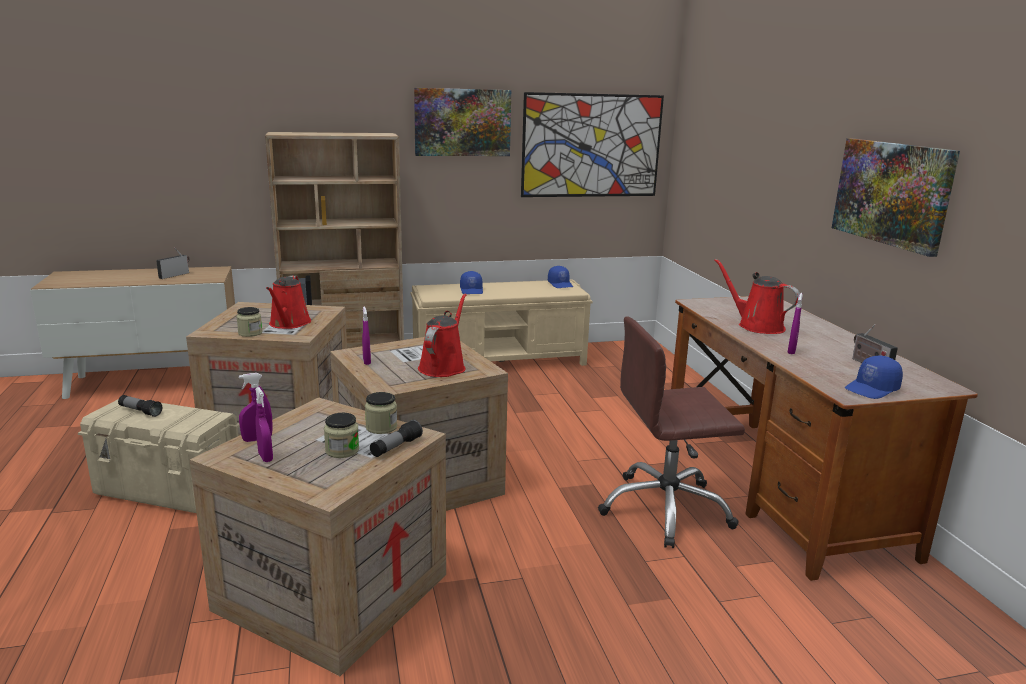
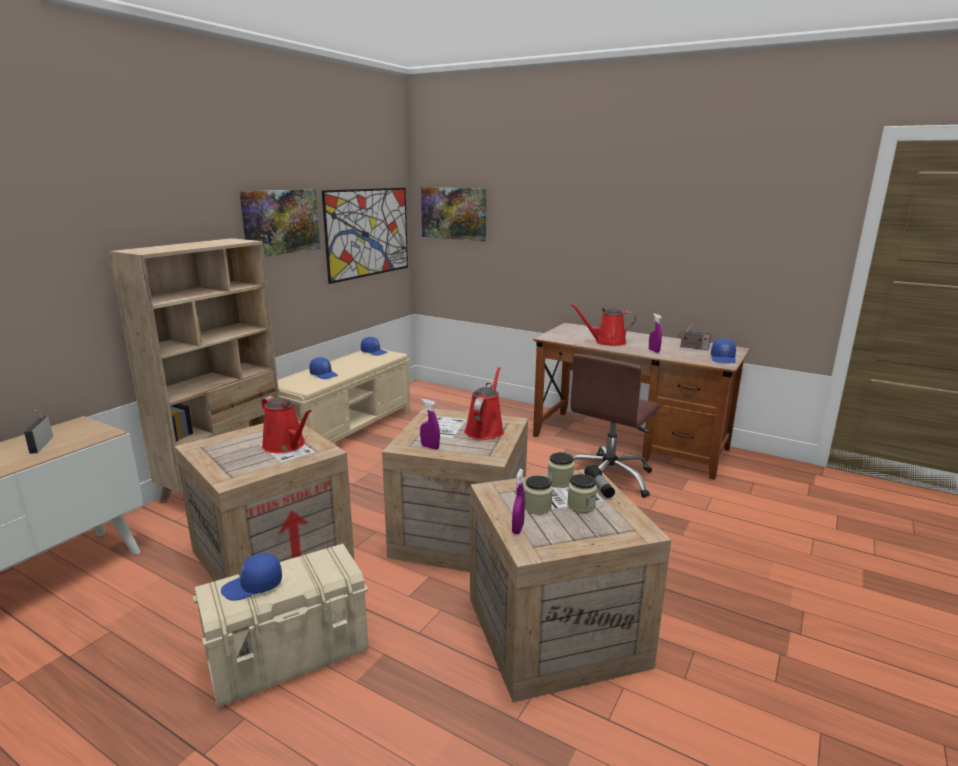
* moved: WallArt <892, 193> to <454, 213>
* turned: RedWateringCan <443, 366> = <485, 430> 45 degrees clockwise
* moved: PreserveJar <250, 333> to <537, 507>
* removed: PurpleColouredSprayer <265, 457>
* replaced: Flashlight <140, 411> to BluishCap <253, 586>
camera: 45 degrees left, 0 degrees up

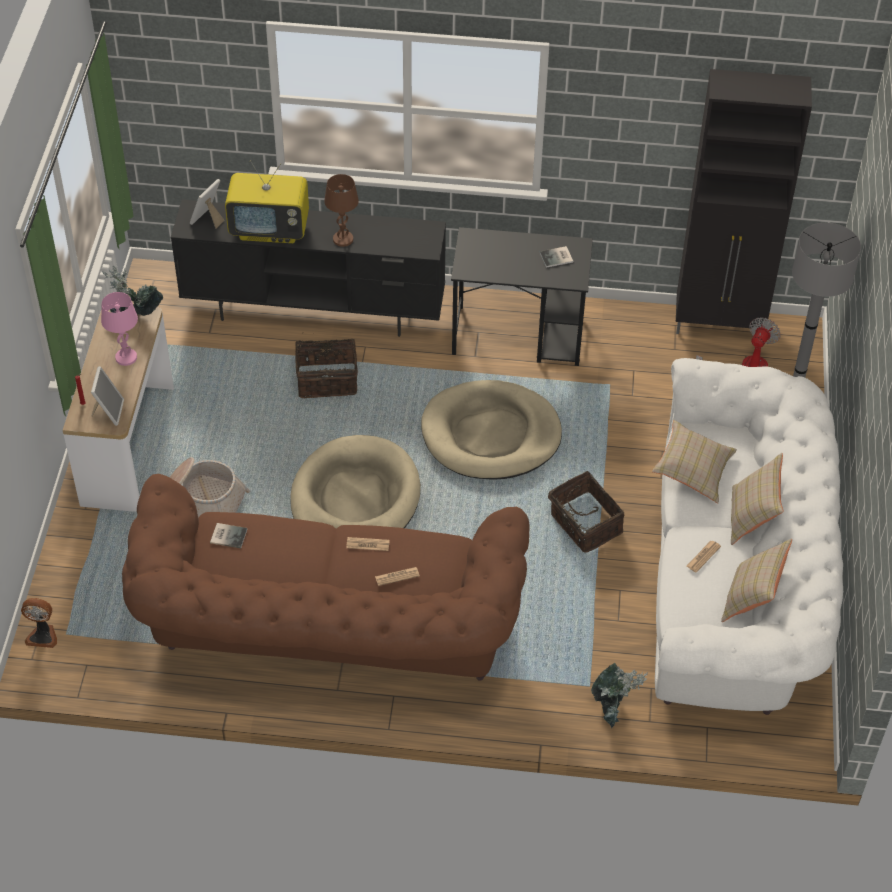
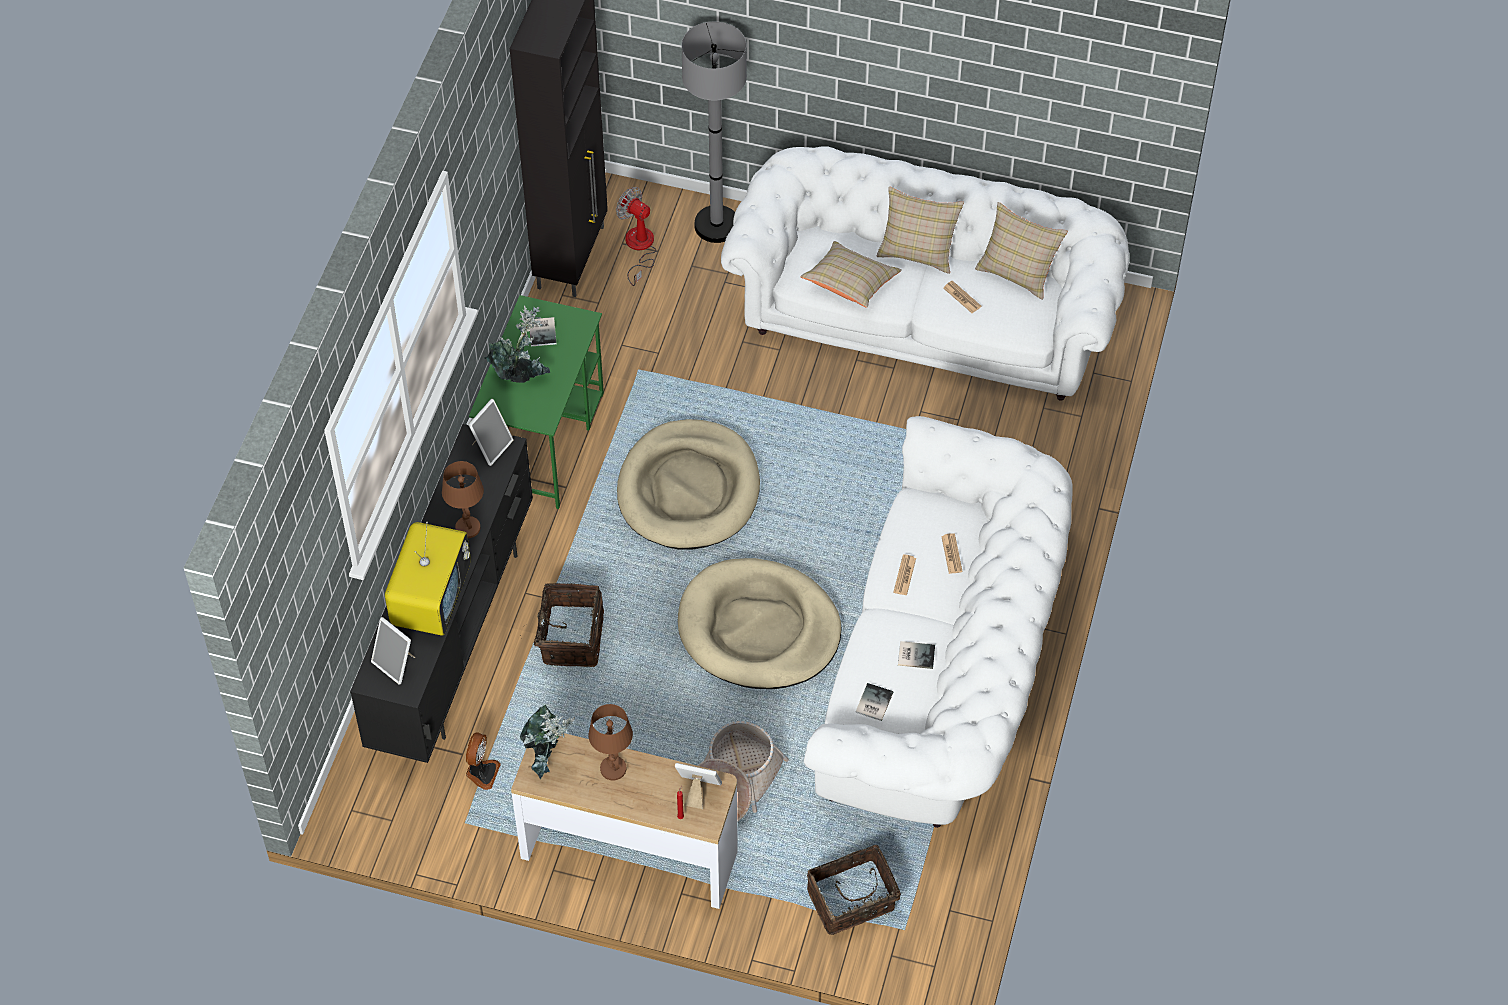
* recoloured: BlackDeskTable <519, 336> to GreenishDeskTable <544, 440>
* recoloured: PinkColouredLampForATable <126, 358> to BrownColouredLampForATable <613, 769>
* moved: StorageBasket <584, 525> to <852, 902>
* recoloured: BrownColouredCouch <328, 636> to WhiteColouredCouch <942, 675>
* moved: Fan <43, 635> to <482, 773>
* moved: Houseplant <612, 709> to <521, 374>
* added: PhotoFrame <491, 446>
* added: BoundBook <915, 654>
camera: 80 degrees left, 5 degrees up

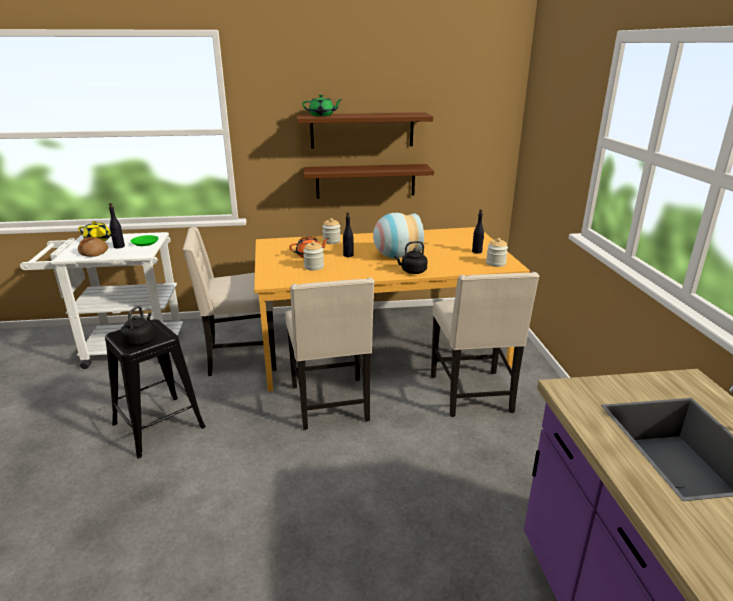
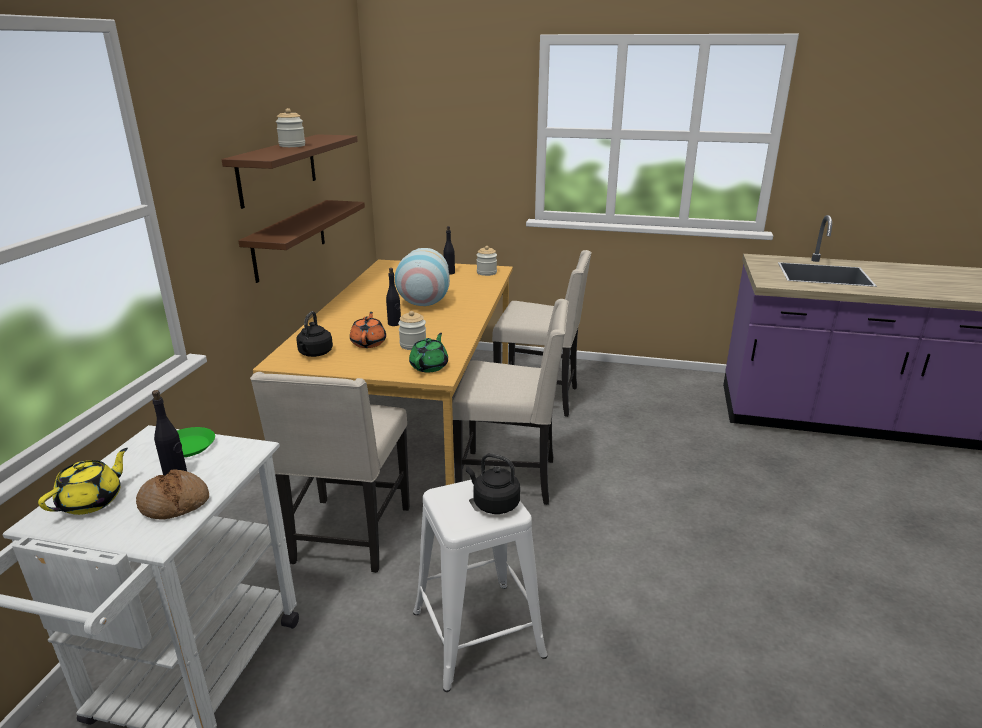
* moved: GreenishPotForTea <322, 115> to <429, 366>
* moved: PreserveJar <331, 241> to <292, 146>
* moved: BlackWaterKettle <412, 271> to <315, 353>
* recoloured: BlackStool <159, 425> to WhiteColouredStool <477, 633>
camera: 70 degrees left, 0 degrees up

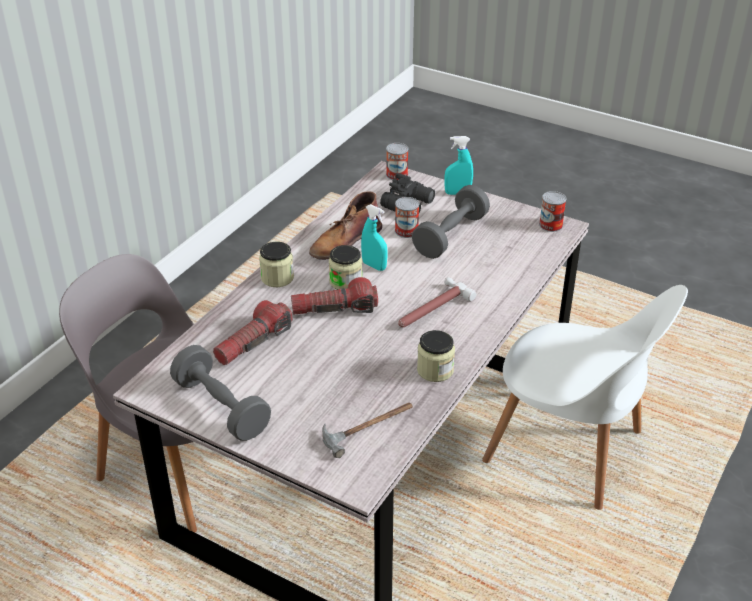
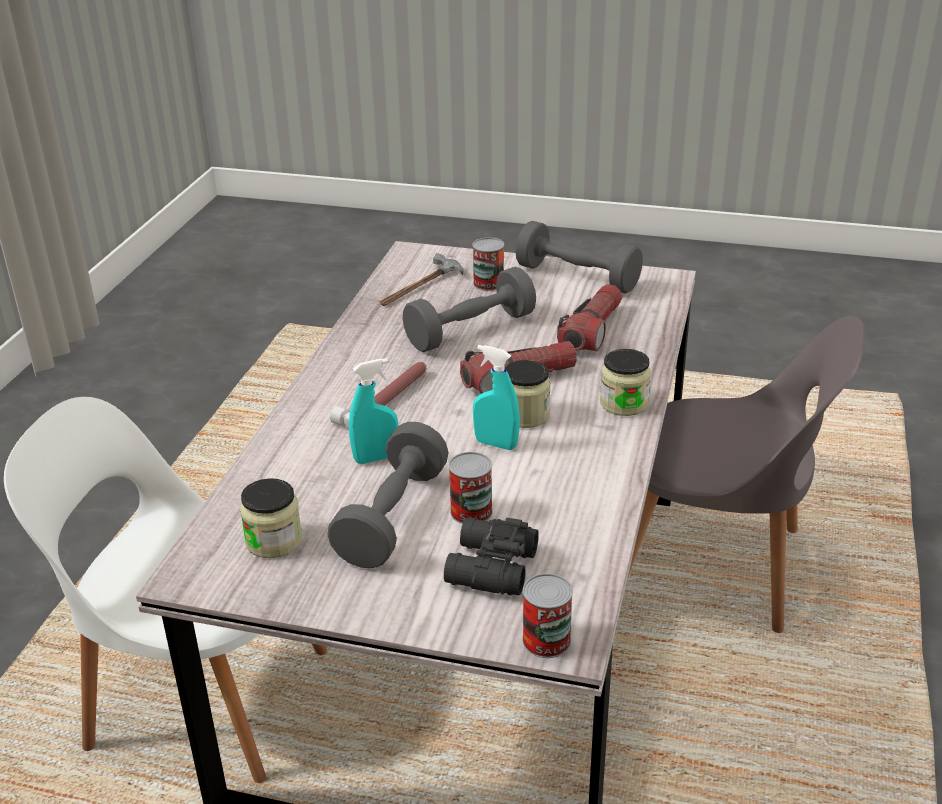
* moved: TurquoiseSprayer <457, 193> to <376, 458>
* removed: BrownColouredTallBoot <344, 241>
* moved: Can <550, 225> to <488, 283>
* moved: PreserveJar <435, 370> to <274, 541>
* added: GrayFreeWeight <470, 330>
camera: 165 degrees right, 5 degrees down

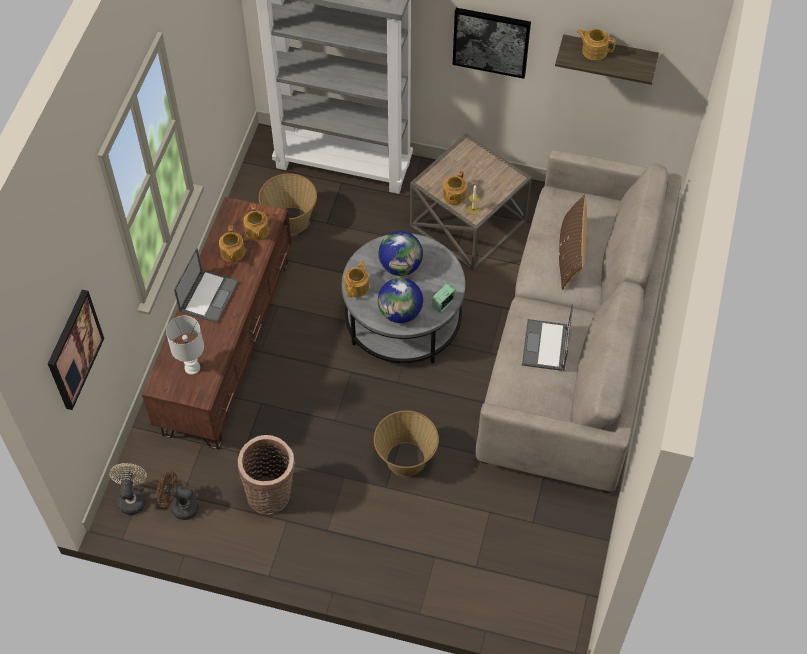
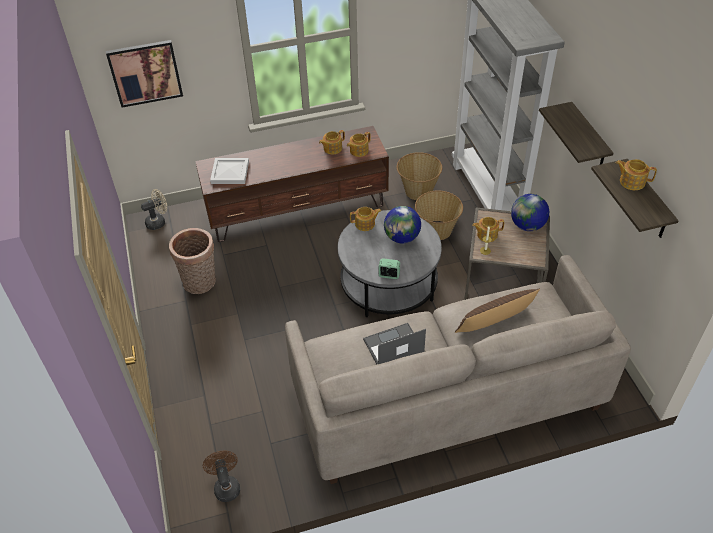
* replaced: WallArt <491, 41> to BracketShelf <589, 139>
* turned: PotForTea <594, 50> = <631, 181> 60 degrees counterclockwise
* removed: NotebookComputer <209, 295>
* moved: Globe <400, 313> to <527, 226>
* replaced: WhiteColouredLampForATable <191, 368> to WhiteColouredTray <229, 172>
* moved: StorageBasket <406, 460> to <437, 230>
* moved: BrownColouredFan <180, 506> to <226, 486>
camera: 60 degrees right, 10 degrees down

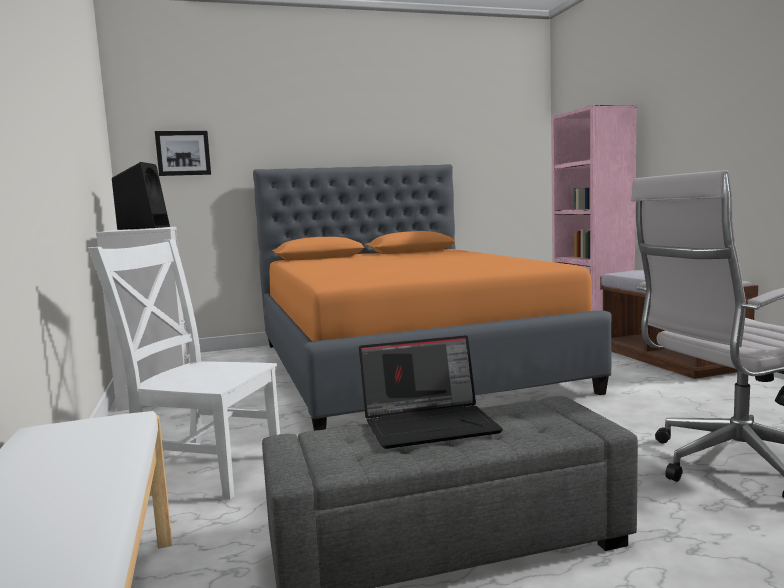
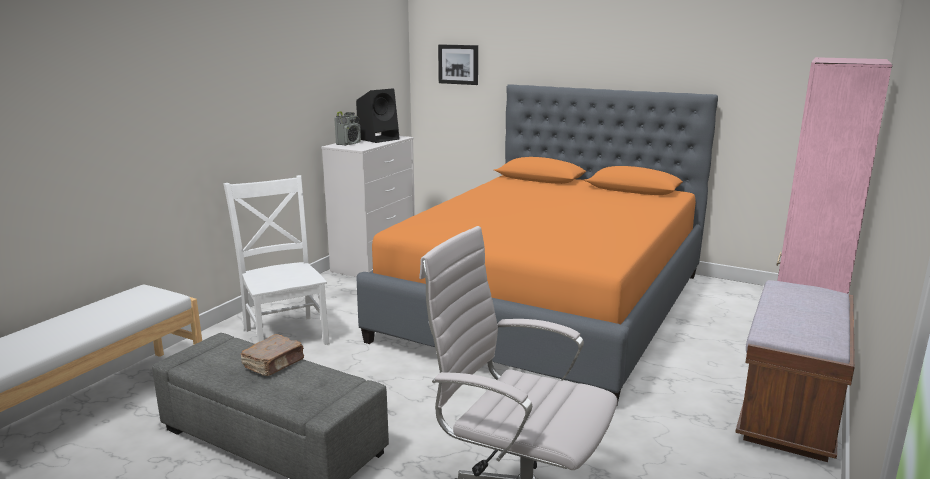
* replaced: NotebookComputer <431, 424> to BrownColouredBoundBook <274, 364>
* added: RadioReceiver <349, 143>
camera: 45 degrees right, 10 degrees up

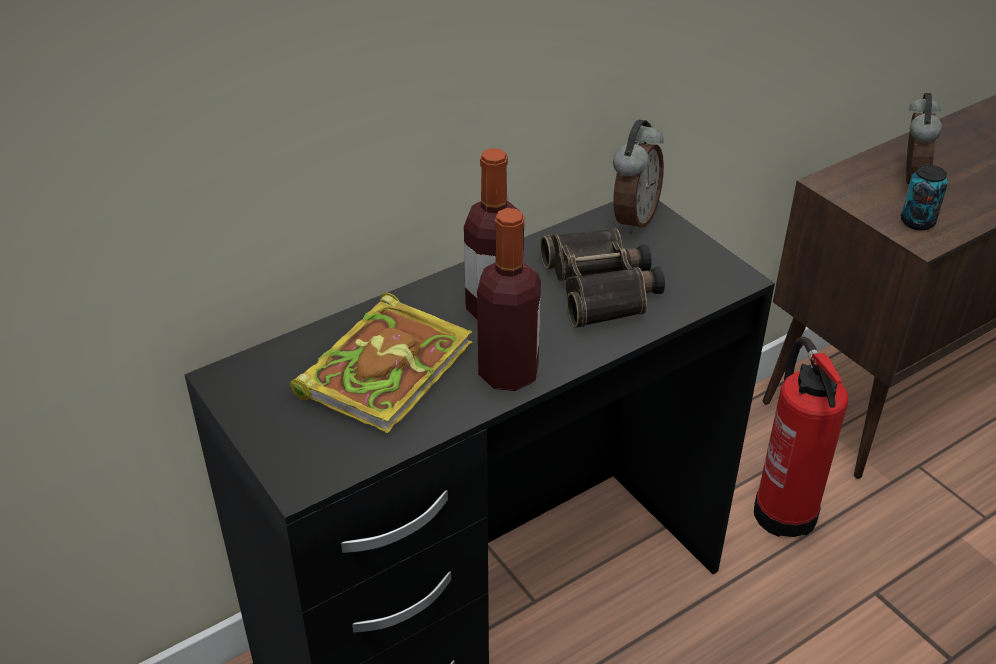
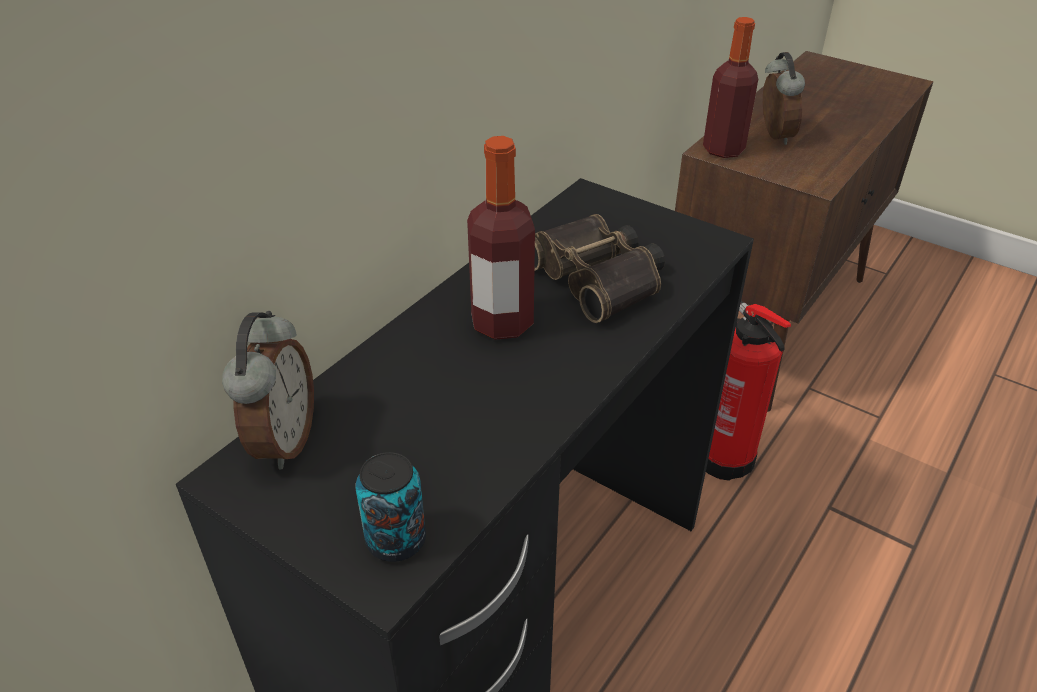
* moved: BedsideClock <633, 219> to <282, 441>
* moved: Can <917, 222> to <396, 540>
* moved: BeverageBottle <508, 373> to <723, 150>
* removed: BoundBook <386, 366>
camera: 20 degrees left, 0 degrees up

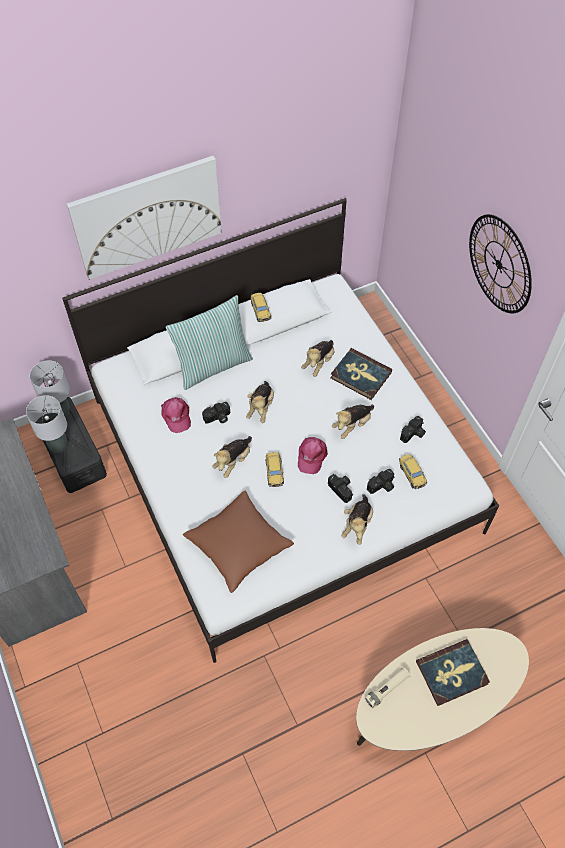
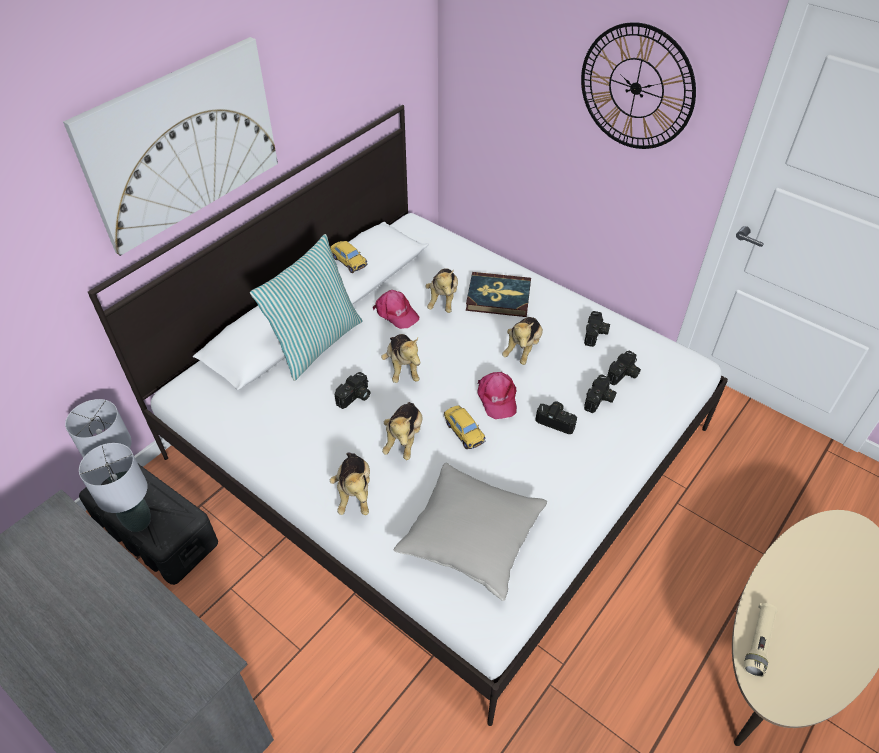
* moved: PinkColouredCap <176, 416> to <396, 313>
* replaced: MiniatureCar <411, 474> to PhotoCamera <623, 375>
* recoloured: BrownColouredThrowPillow <238, 545> to GrayThrowPillow <471, 537>
* moved: CuddlyToy <357, 524> to <354, 492>
* removed: BoundBook <452, 673>
camera: 25 degrees left, 10 degrees down

